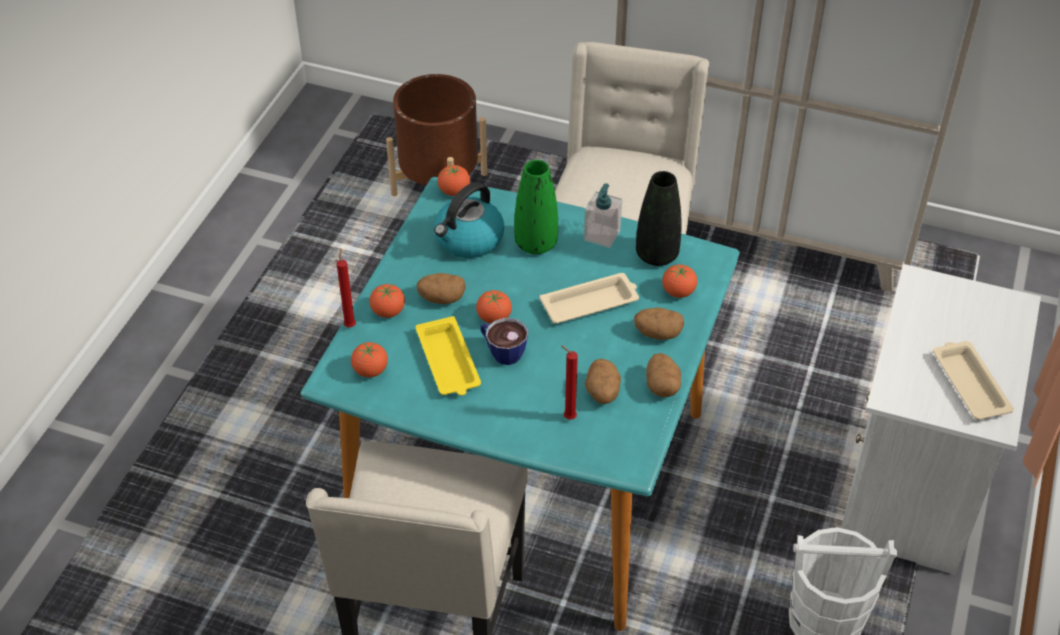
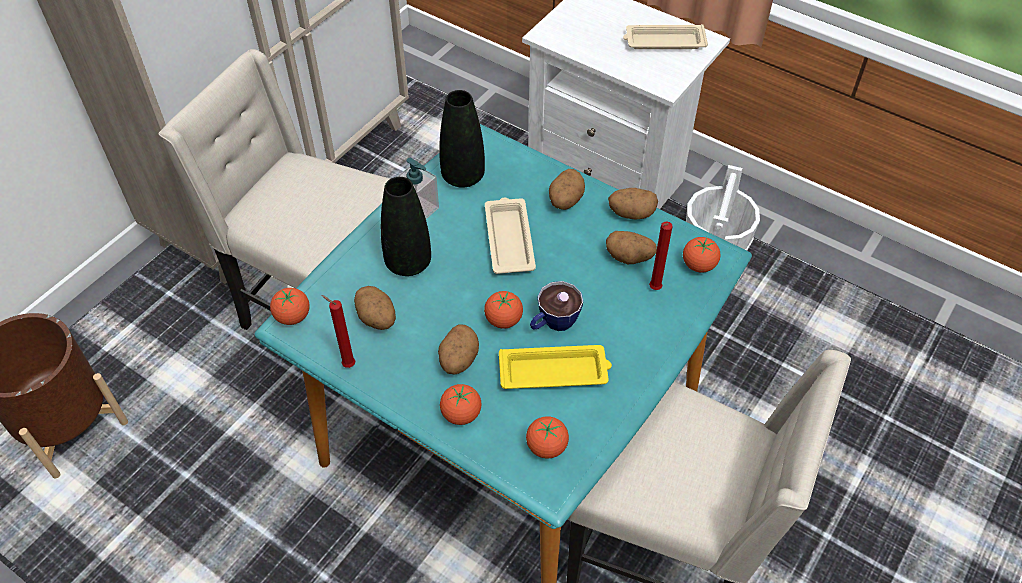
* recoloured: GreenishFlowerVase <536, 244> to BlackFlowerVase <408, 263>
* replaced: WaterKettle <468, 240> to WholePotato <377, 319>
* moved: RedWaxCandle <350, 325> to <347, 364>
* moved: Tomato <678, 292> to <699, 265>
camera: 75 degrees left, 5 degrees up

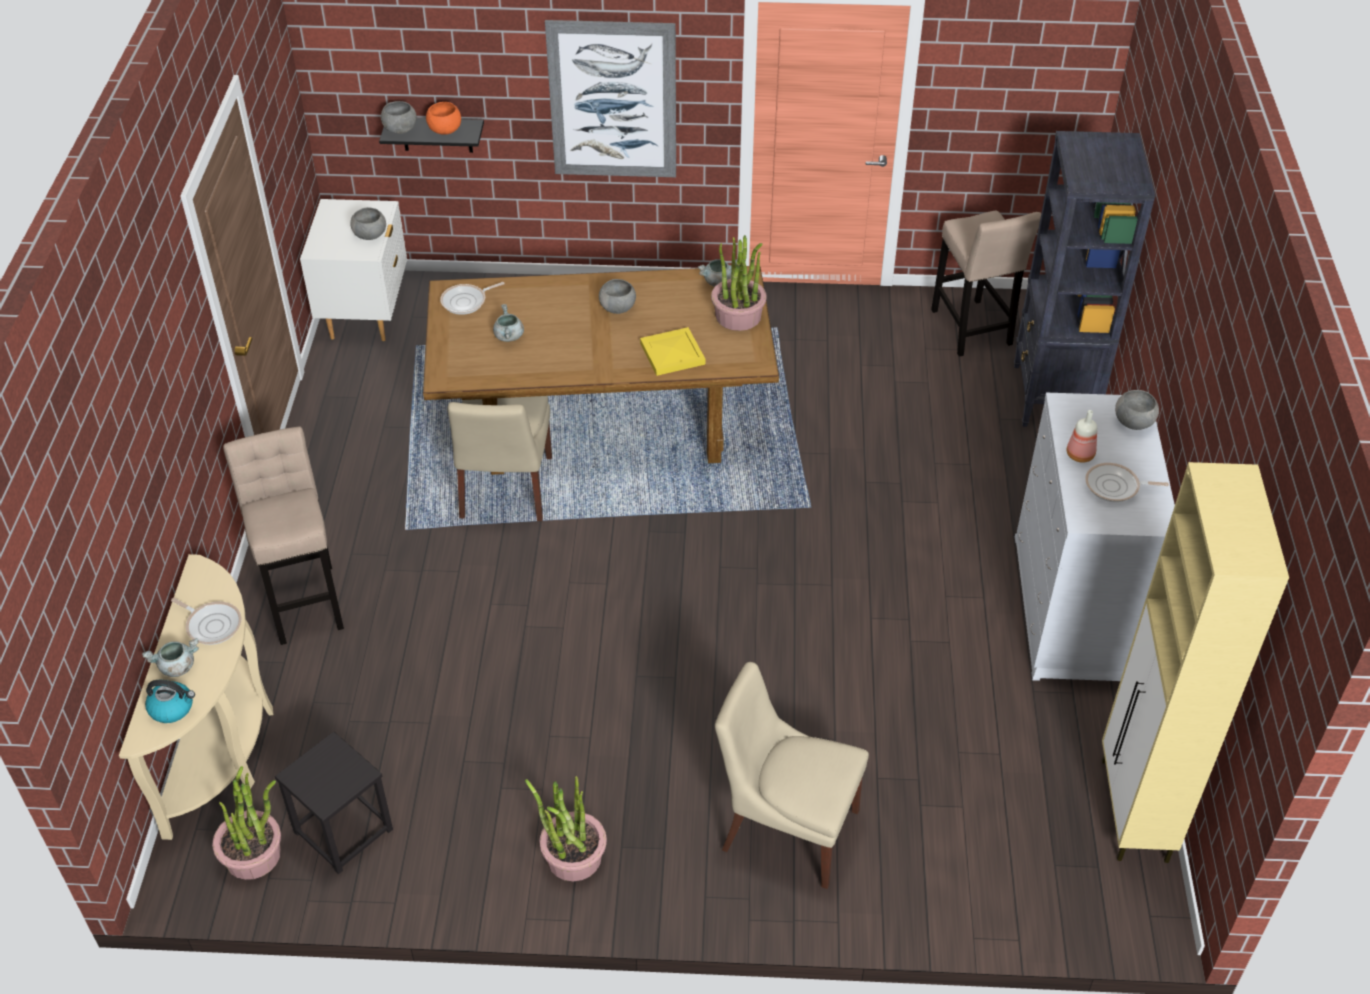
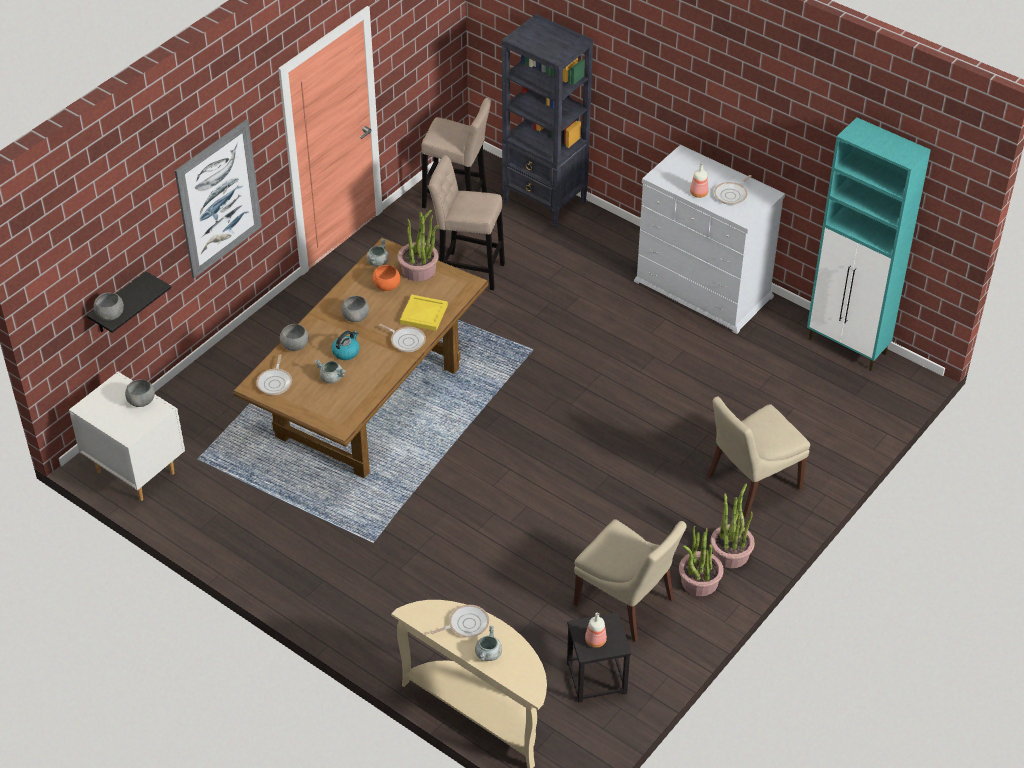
* moved: OrangeyBowl <445, 129> to <387, 285>
* moved: GrayBowl <1133, 421> to <294, 345>
* moved: BeigeChair <505, 490> to <627, 604>
* moved: BeigeStool <304, 599> to <467, 270>
* recoloured: BeigeCabinet <1134, 811> to TurquoiseCabinet <848, 347>
* moved: WaterKettle <172, 708> to <346, 352>
* moved: Houseplant <253, 855> to <730, 553>
* added: FryingPan <406, 340>
* added: BeverageBottle <595, 641>
camera: 55 degrees left, 0 degrees up

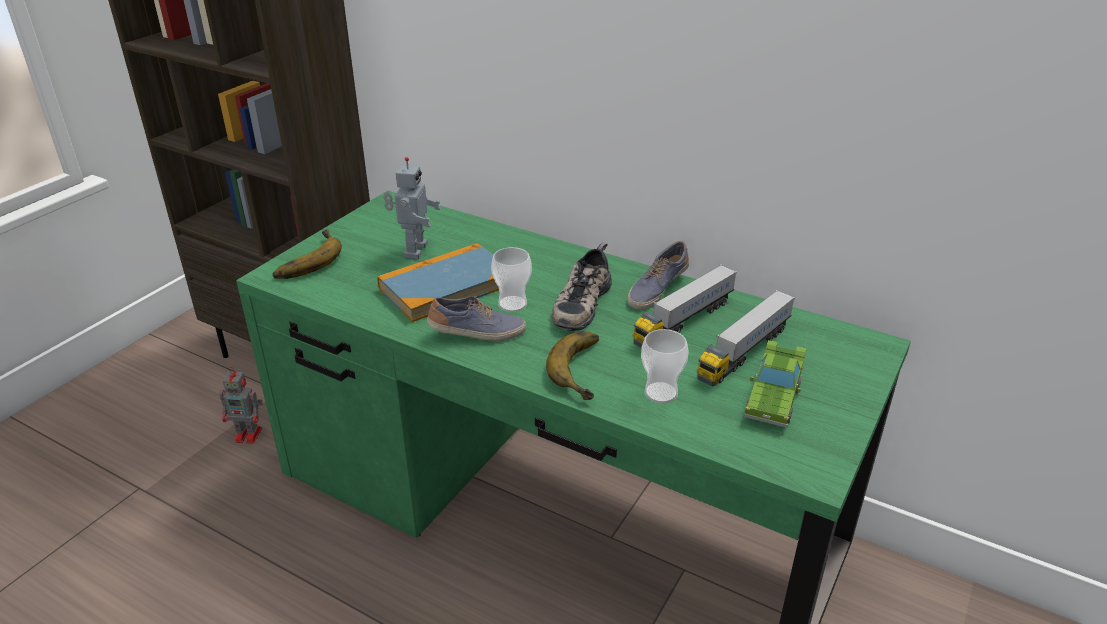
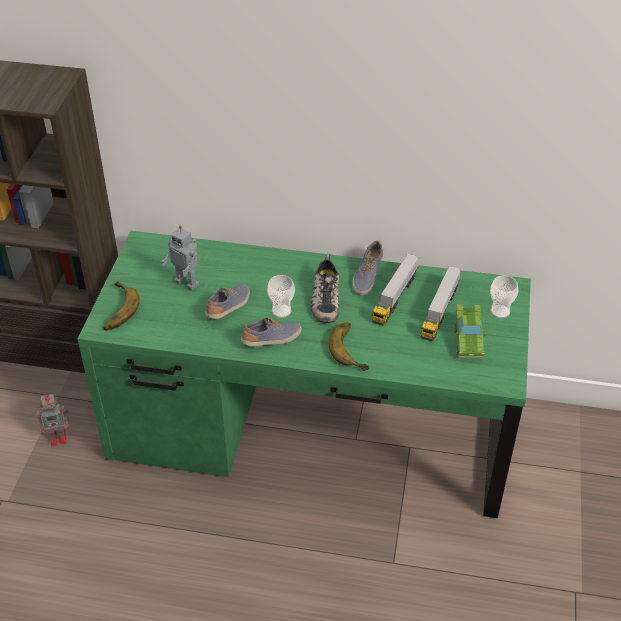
* turned: RobotFigure <414, 250> = <187, 282> 135 degrees clockwise
* replaced: BoundBook <446, 286> to Shoe <229, 307>
* moved: DrinkingCup <661, 393> to <500, 311>
camera: 20 degrees left, 10 degrees up

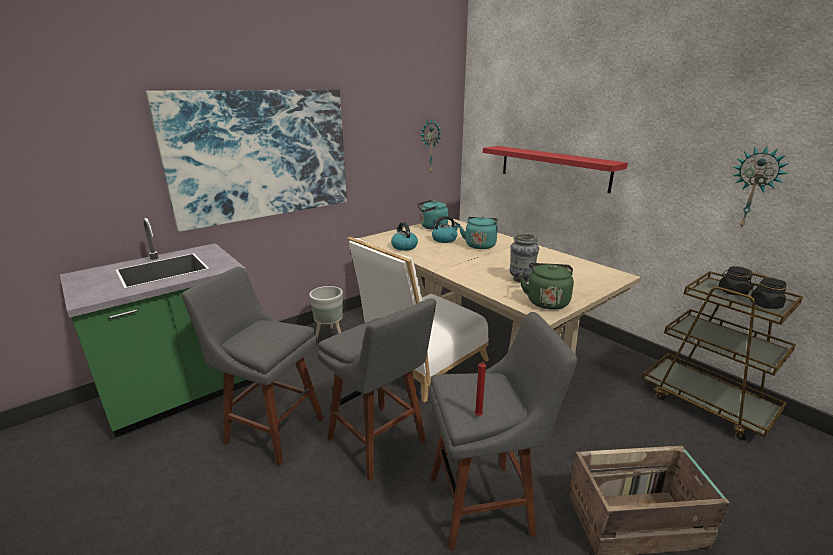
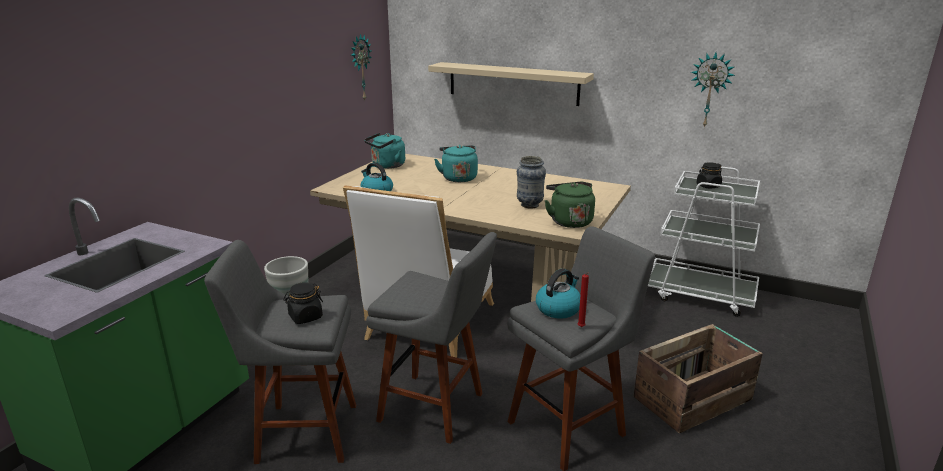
* removed: WallArt <261, 155>
* recoloured: RedBracketShelf <553, 168> to BeigeBracketShelf <513, 83>
* moved: WaterKettle <444, 239> to <558, 308>
* recoloured: BrownColouredTrolley <706, 403> to WhiteColouredTrolley <700, 294>
* moved: BlackPreserveJar <765, 305> to <305, 317>
camera: 25 degrees left, 0 degrees up

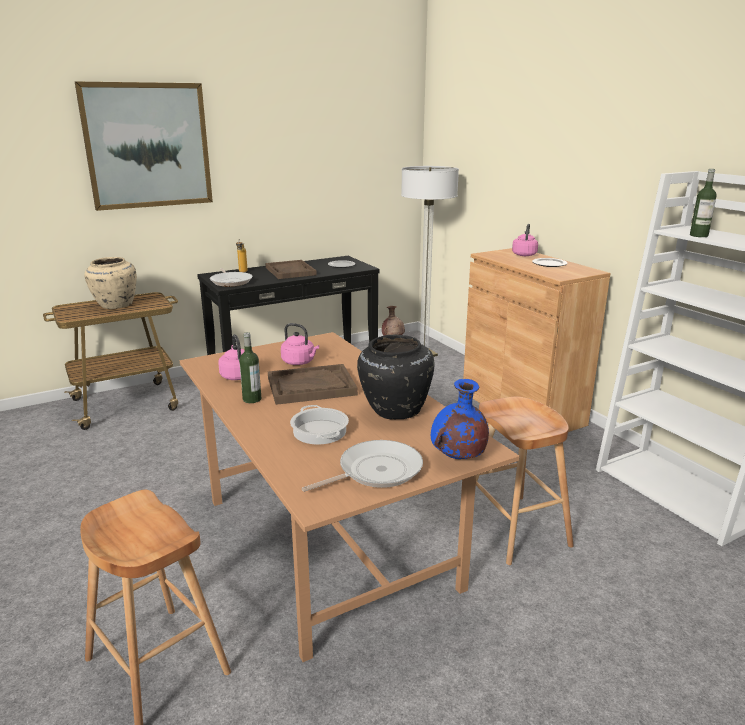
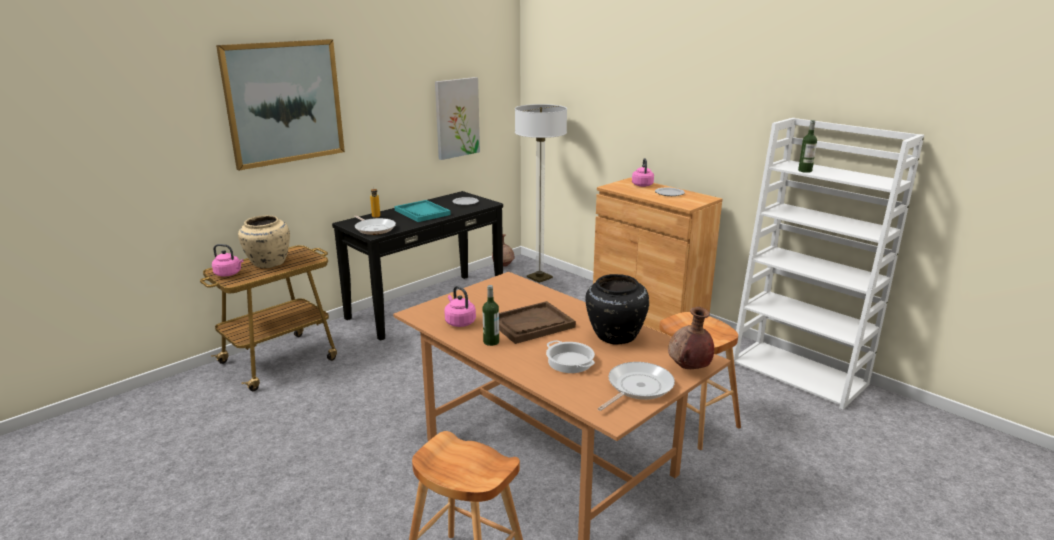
* recoloured: BrownColouredTray <290, 271> to TurquoiseTray <422, 212>
* moved: PinkColouredWaterKettle <299, 362> to <229, 274>
* recoloured: BluishFlowerVase <457, 458> to BrownColouredFlowerVase <689, 368>
* added: WallArt <456, 118>
camera: 15 degrees left, 0 degrees up

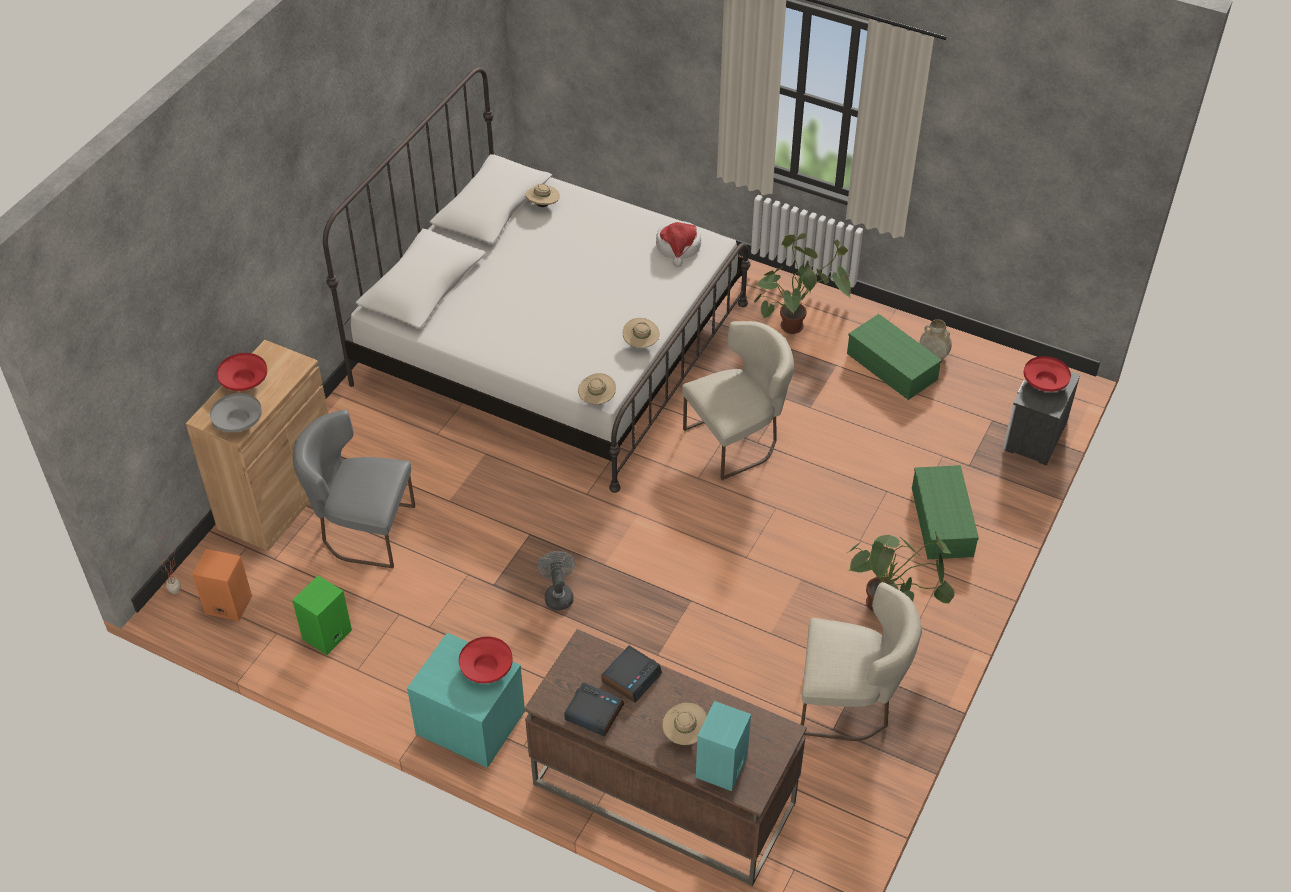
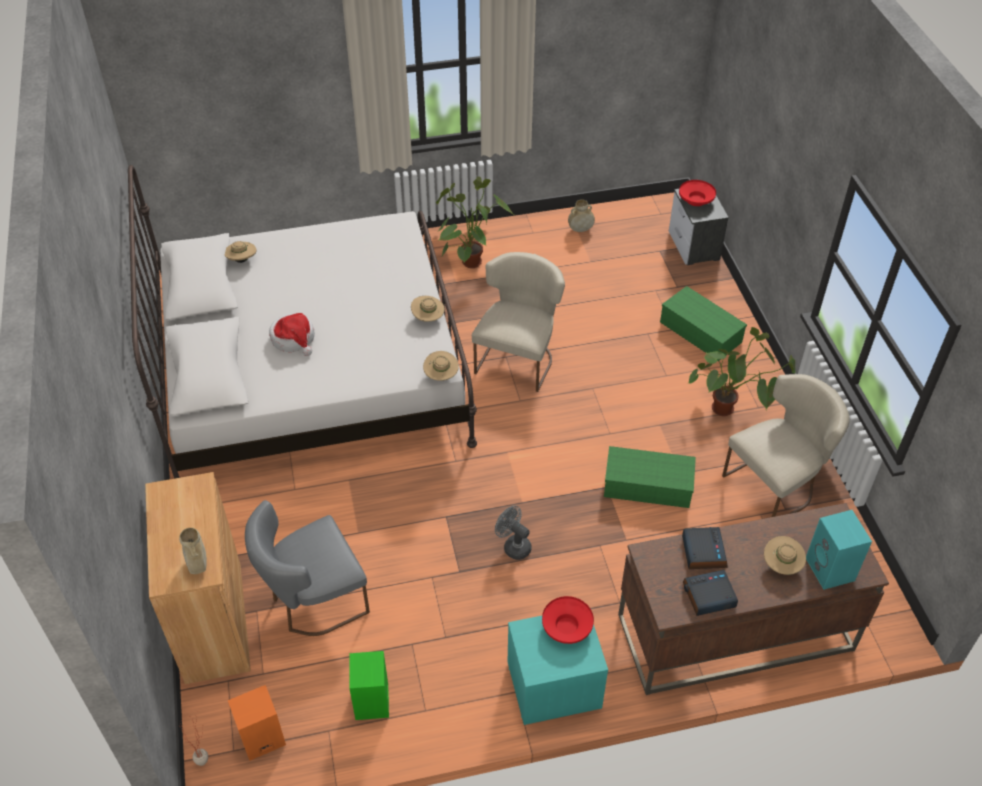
* moved: ClothingHat <678, 247> to <294, 339>
* moved: GreenishStorageBox <893, 367> to <649, 485>
* removed: RedBowl <244, 381>
* replaced: GrayBowl <238, 422> to BeigeFlowerVase <198, 564>
camera: 40 degrees left, 0 degrees up

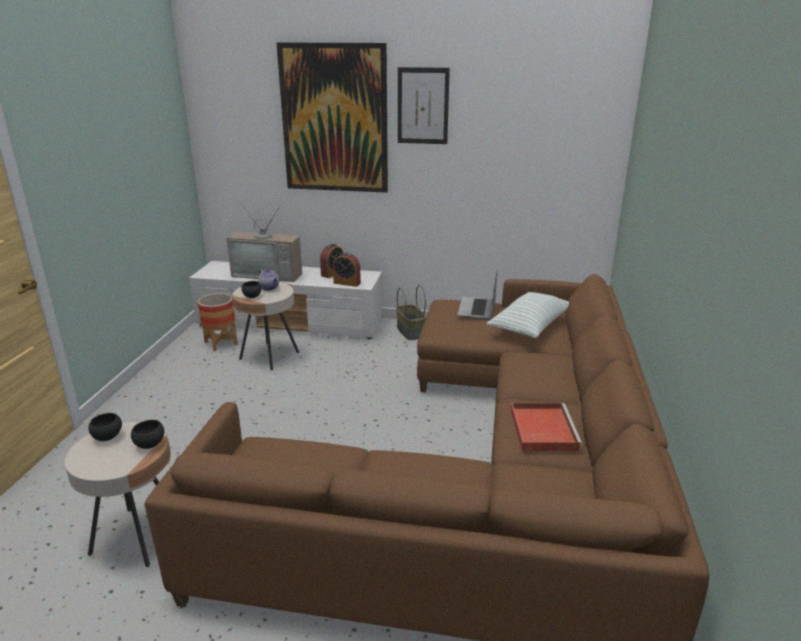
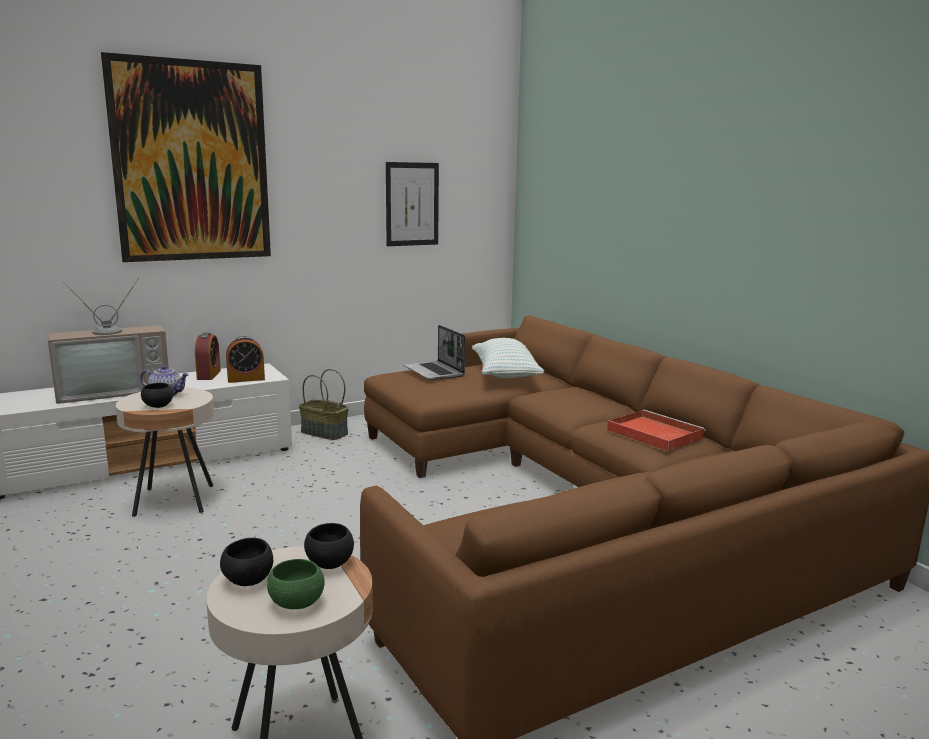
* moved: WallArt <423, 106> to <412, 204>
* removed: Planter <221, 343>
* added: GreenishBowl <297, 603>
camera: 40 degrees left, 10 degrees down

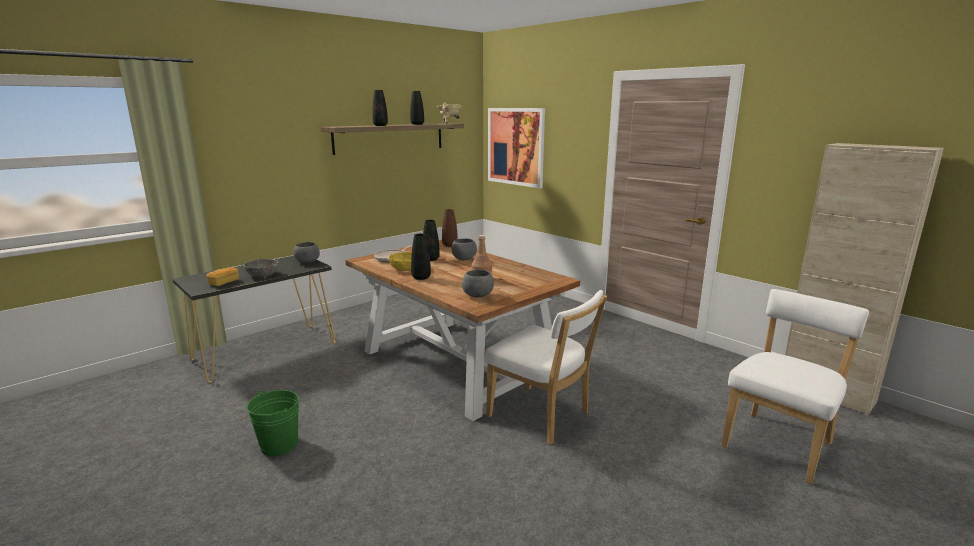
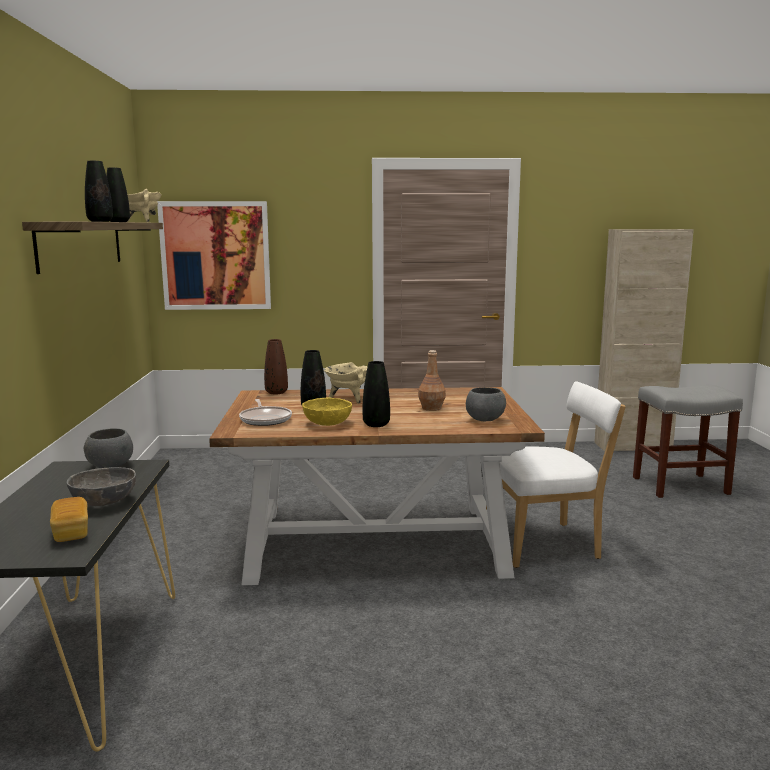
* replaced: GrayBowl <464, 259> to BeigeCookingPot <348, 399>
* replaced: WhiteColouredChair <779, 443> to GrayStool <681, 485>
* removed: GreenishBucket <279, 444>
camera: 50 degrees left, 5 degrees down

